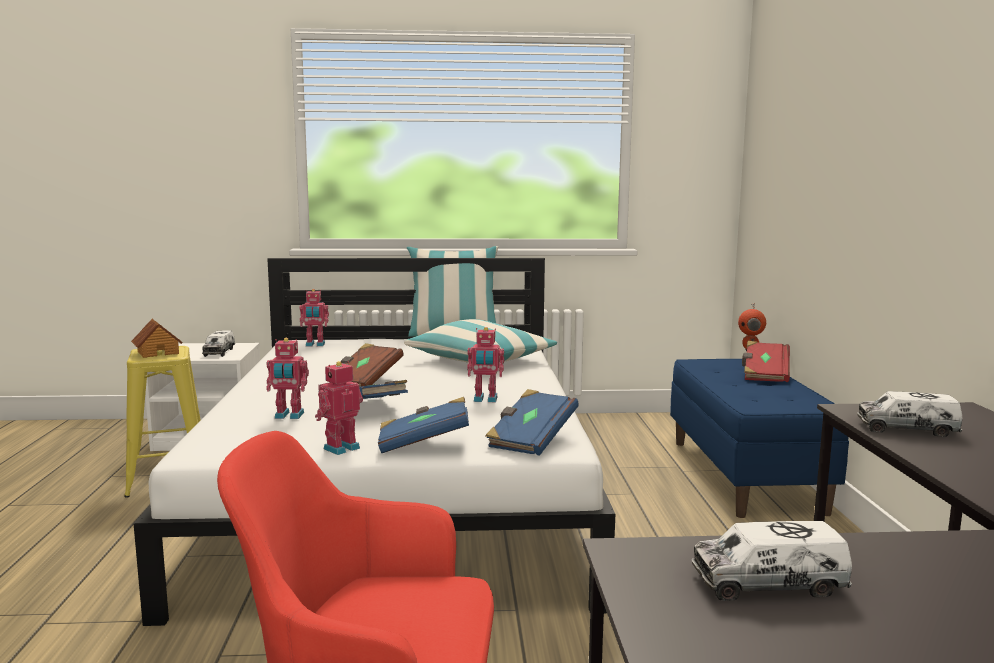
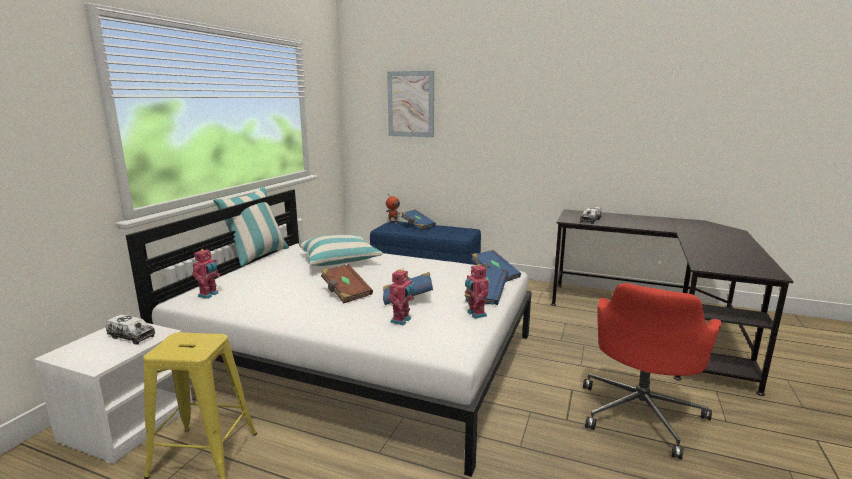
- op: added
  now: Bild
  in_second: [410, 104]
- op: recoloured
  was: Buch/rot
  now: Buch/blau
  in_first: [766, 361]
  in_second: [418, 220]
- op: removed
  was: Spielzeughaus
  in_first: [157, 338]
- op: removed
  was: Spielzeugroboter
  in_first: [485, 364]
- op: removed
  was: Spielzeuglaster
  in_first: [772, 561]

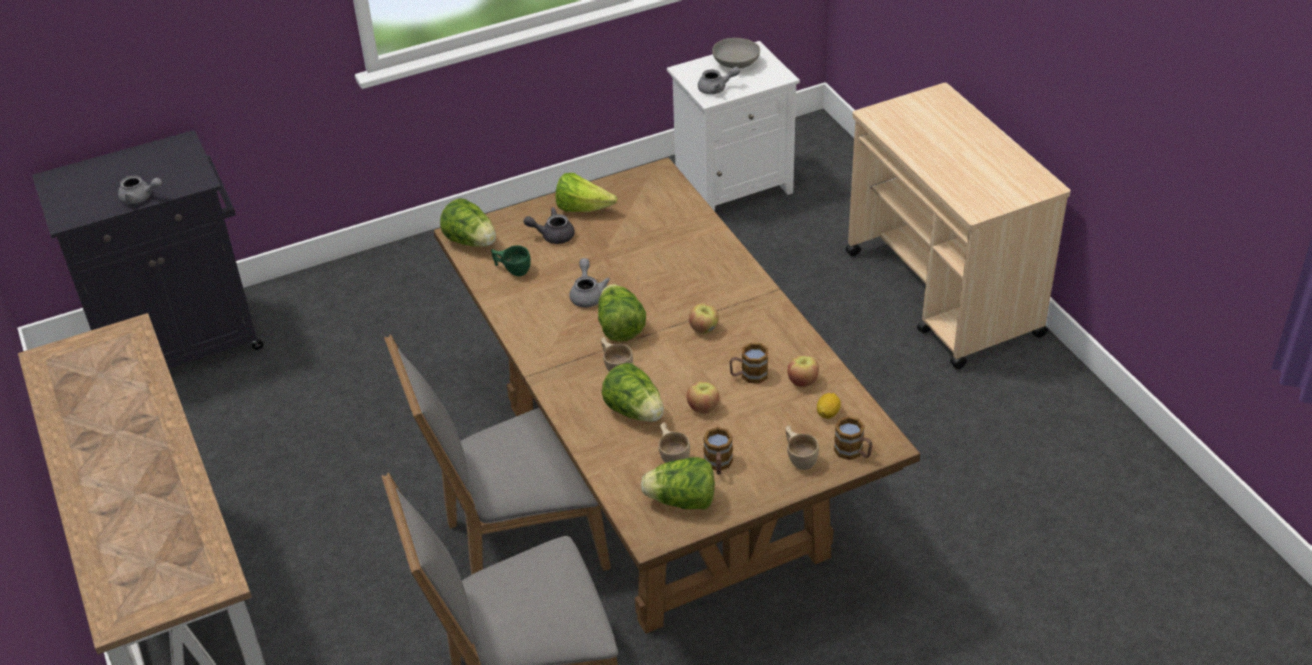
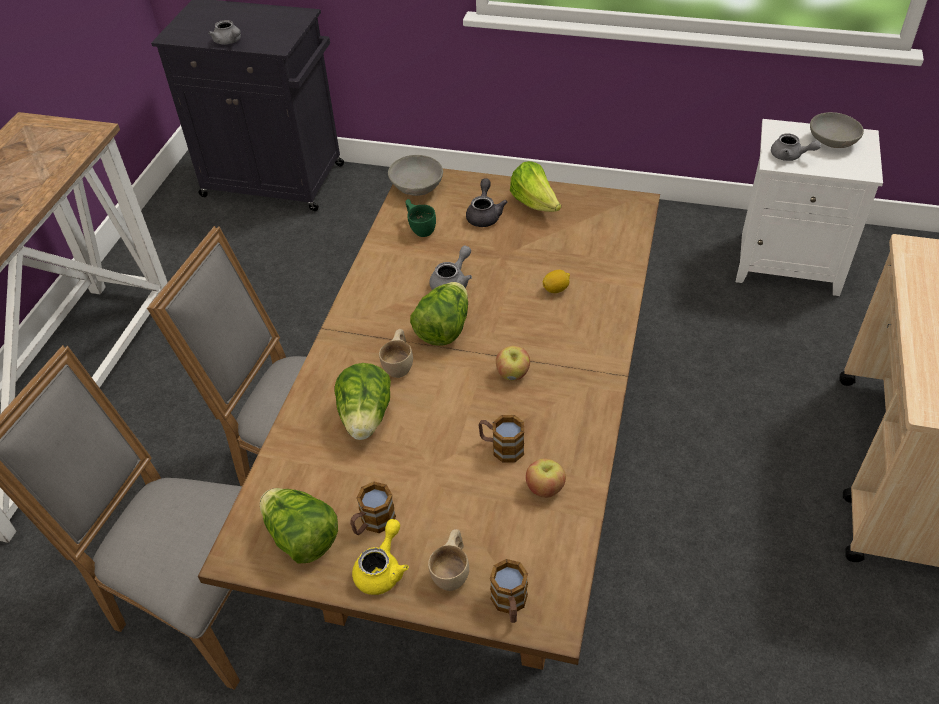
- op: added
  now: Teekanne/gelb
  in_second: [380, 557]
- op: replaced
  was: Salatkopf
  now: Schüssel/grau
  in_first: [468, 222]
  in_second: [415, 175]
- op: turned
  was: Teekanne/grau
  in_first: [549, 225]
  in_second: [486, 202]
  clockwise: 60
- op: moved
  was: Zitrone
  in_first: [829, 406]
  in_second: [556, 281]
- op: removed
  was: Tasse/beige
  in_first: [674, 443]
- op: removed
  was: Apfel
  in_first: [703, 397]

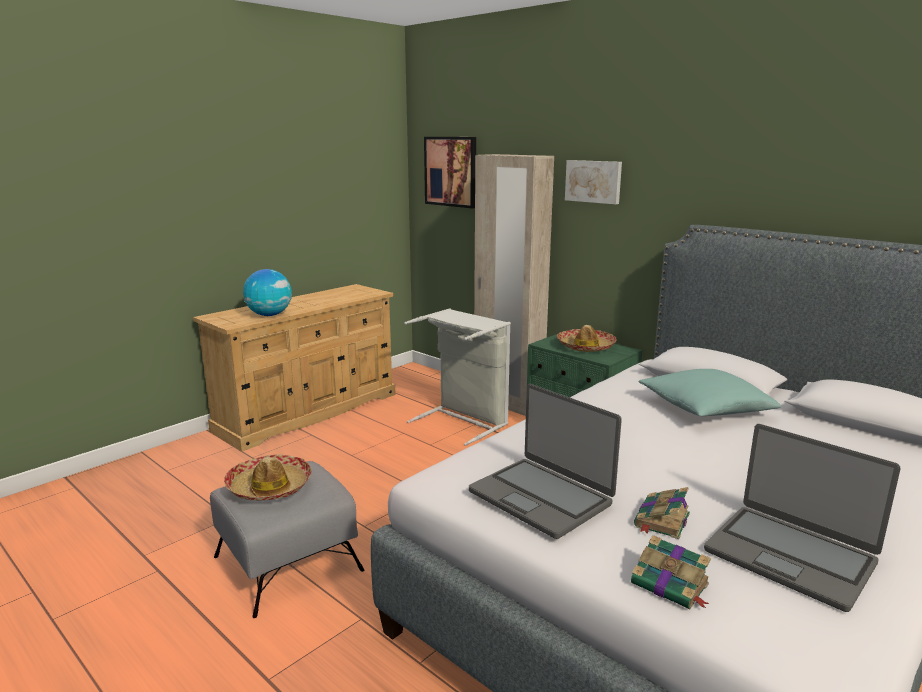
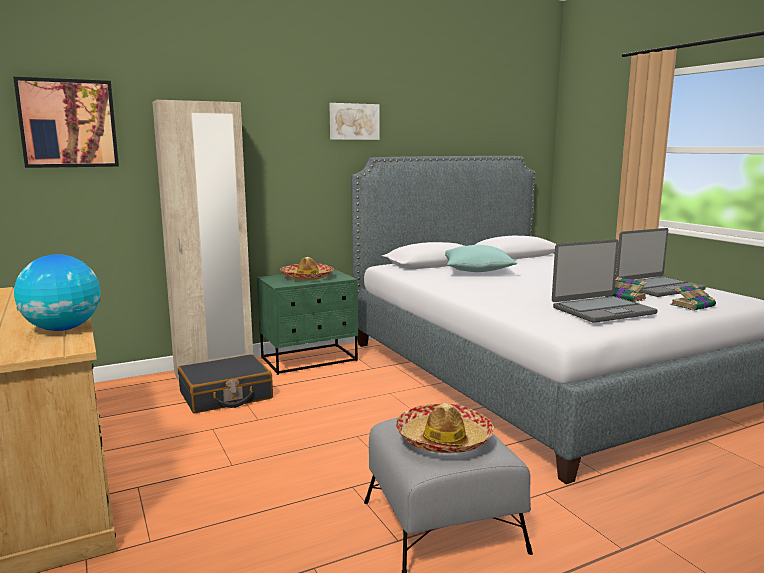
- op: replaced
  was: Wäschekorb/grau
  now: Koffer/schwarz
  in_first: [457, 377]
  in_second: [225, 383]
- op: moved
  was: Bild
  in_first: [593, 182]
  in_second: [354, 121]

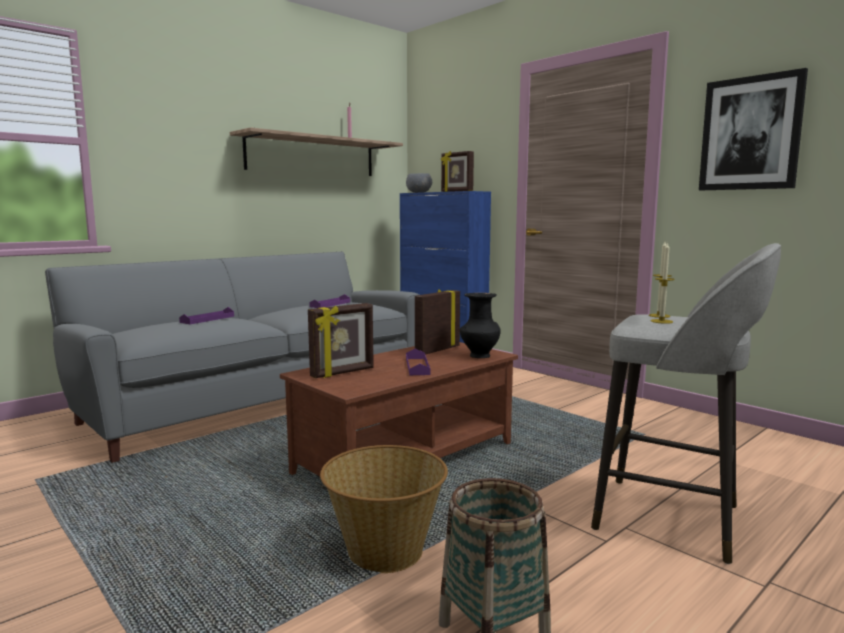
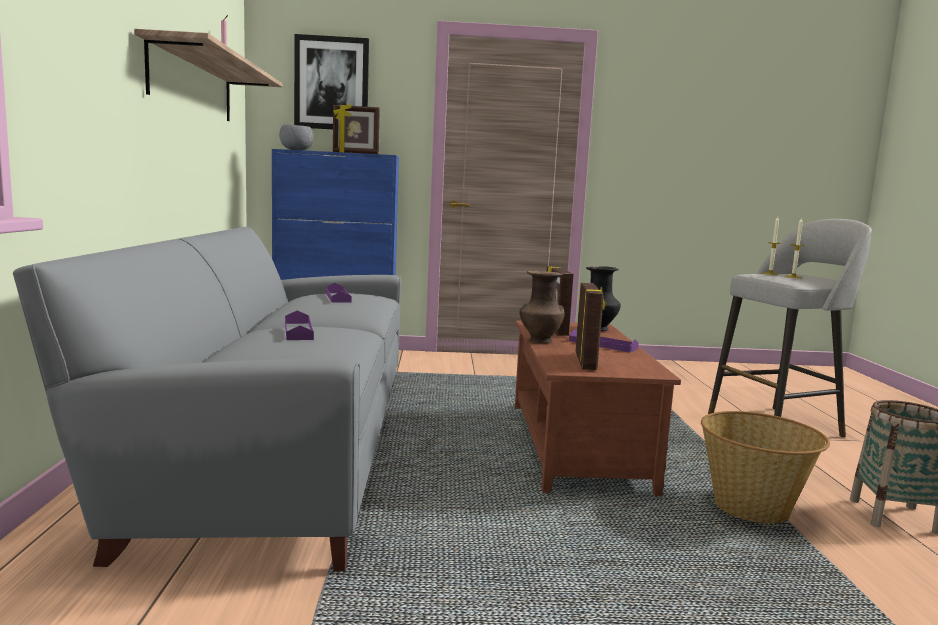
- op: moved
  was: Bild
  in_first: [753, 129]
  in_second: [331, 81]
- op: added
  now: Vase/braun
  in_second: [541, 307]

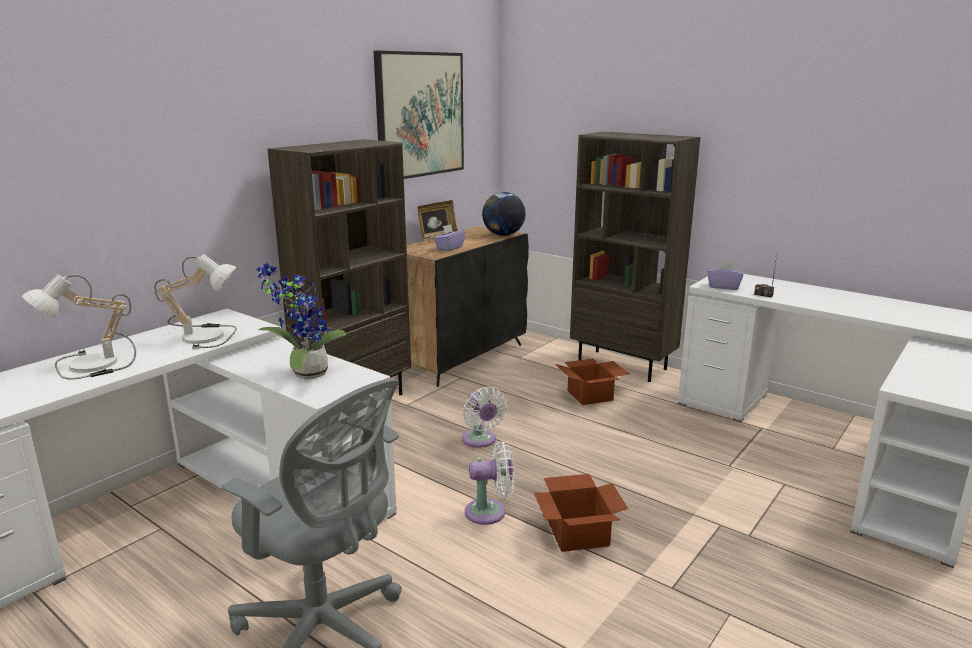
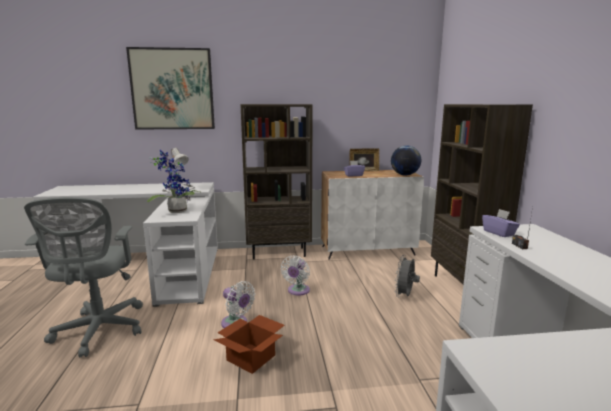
- op: moved
  was: Bild
  in_first: [419, 115]
  in_second: [170, 88]
- op: recoloured
  was: Schrank/schwarz
  now: Schrank/weiß
  in_first: [467, 306]
  in_second: [372, 215]
- op: replaced
  was: Karton
  now: Ventilator/grau
  in_first: [592, 382]
  in_second: [407, 276]
- op: removed
  was: Tischlampe
  in_first: [79, 327]

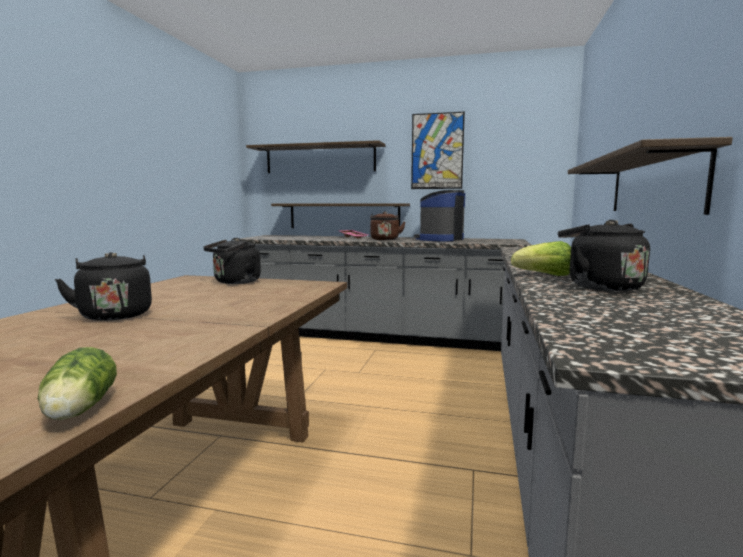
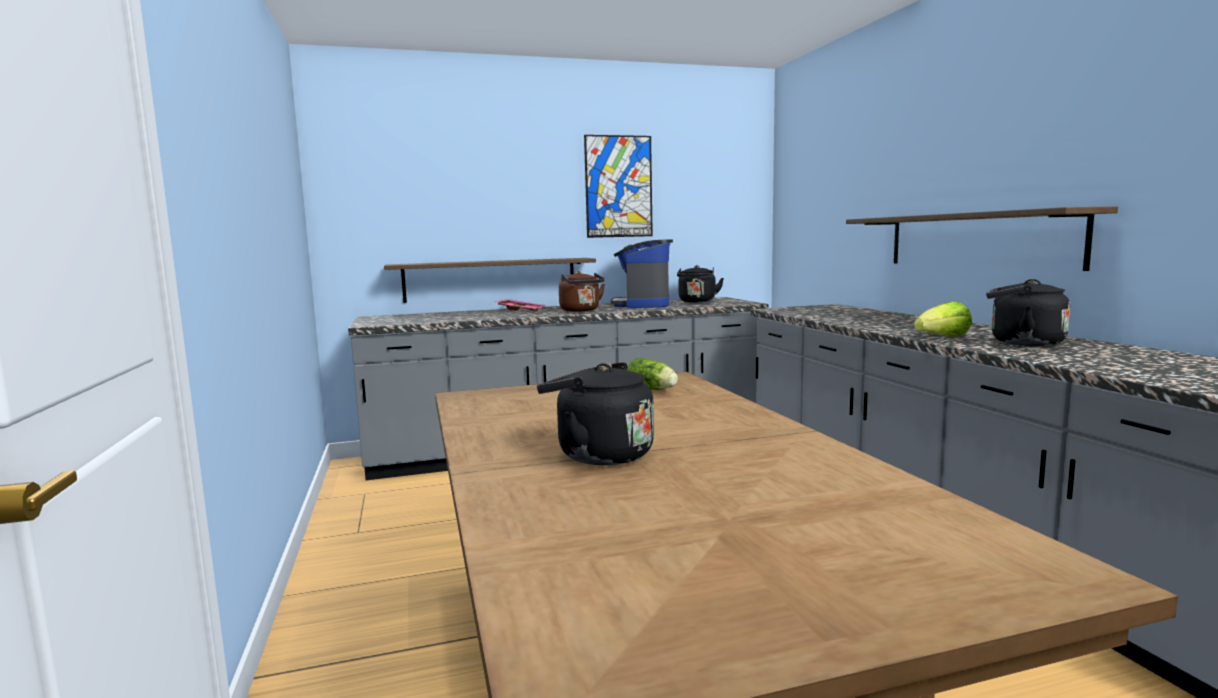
- op: moved
  was: Salatkopf
  in_first: [77, 383]
  in_second: [652, 374]
- op: moved
  was: Wasserkessel/schwarz
  in_first: [232, 261]
  in_second: [700, 283]
- op: removed
  was: Wandregal
  in_first: [315, 156]

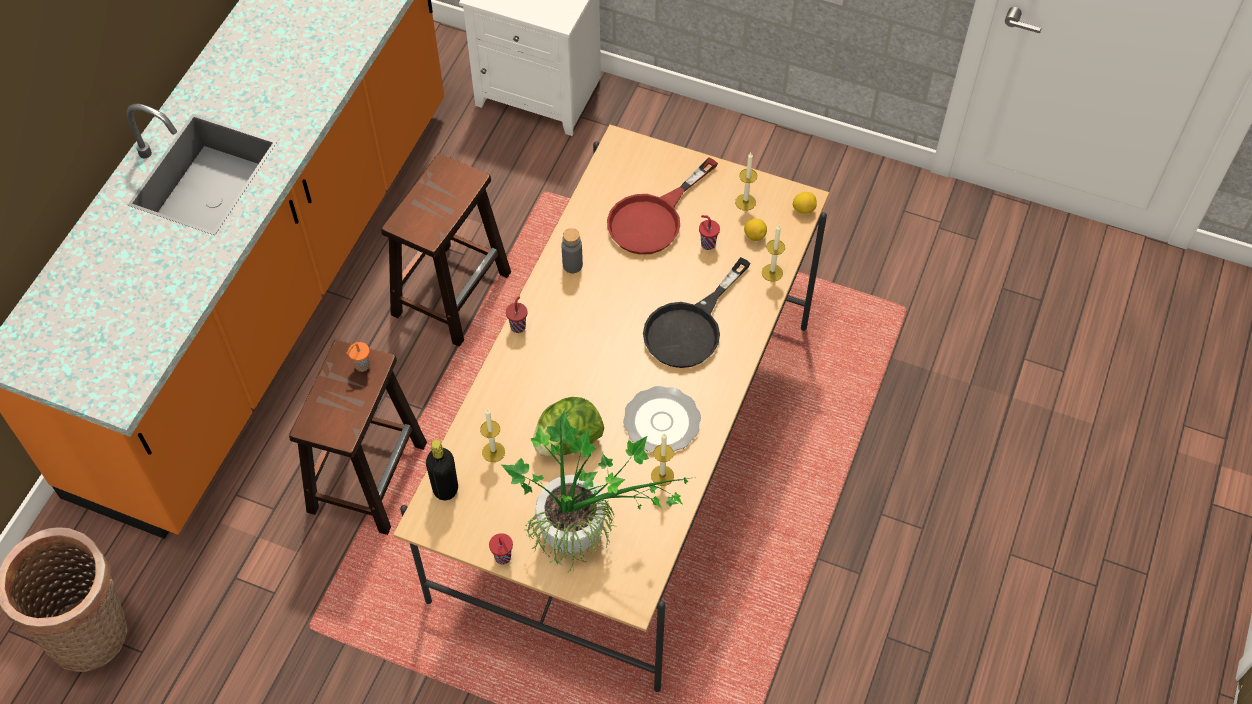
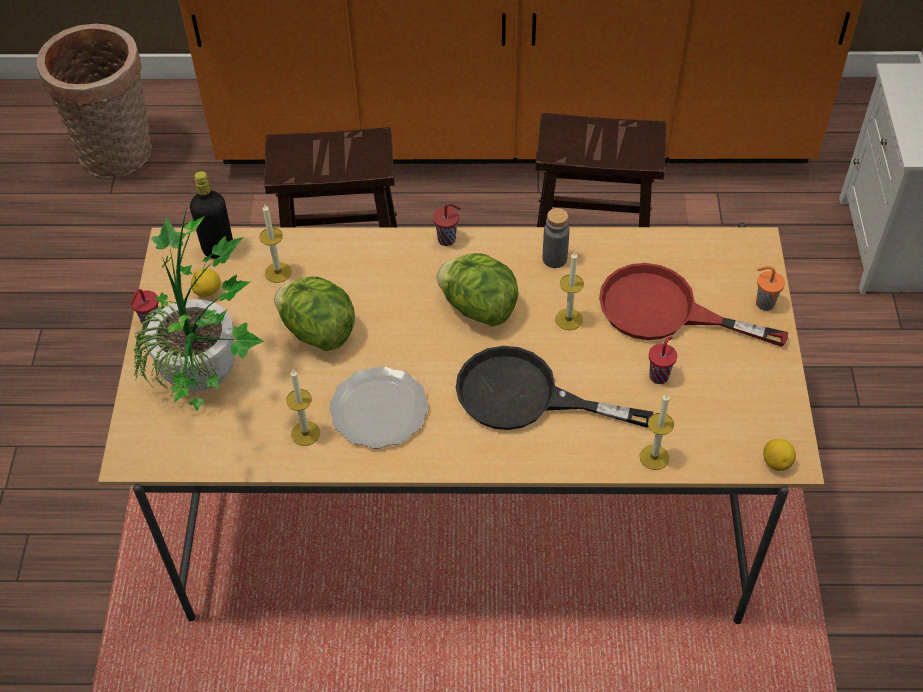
- op: moved
  was: Zitrone
  in_first: [755, 230]
  in_second: [206, 283]
- op: added
  now: Salatkopf
  in_second: [477, 290]
- op: moved
  was: Kerze
  in_first: [746, 182]
  in_second: [569, 290]
- op: moved
  was: Tasse/orange
  in_first: [358, 357]
  in_second: [770, 288]

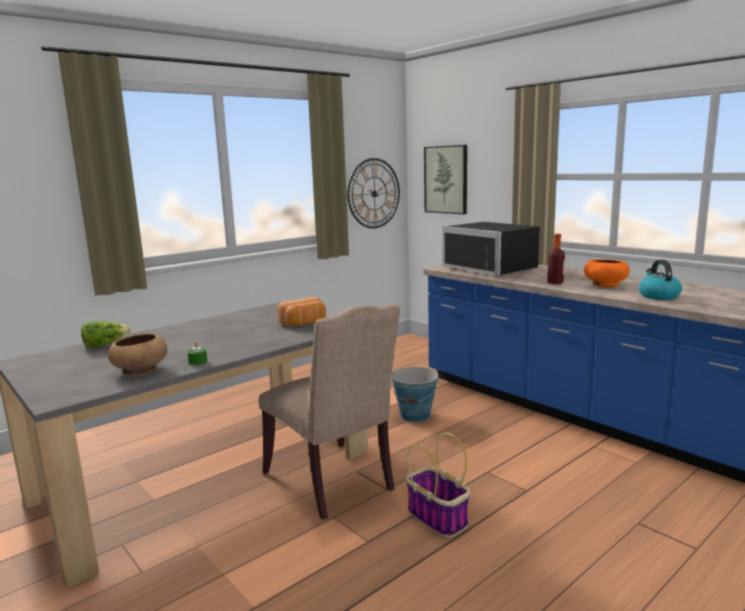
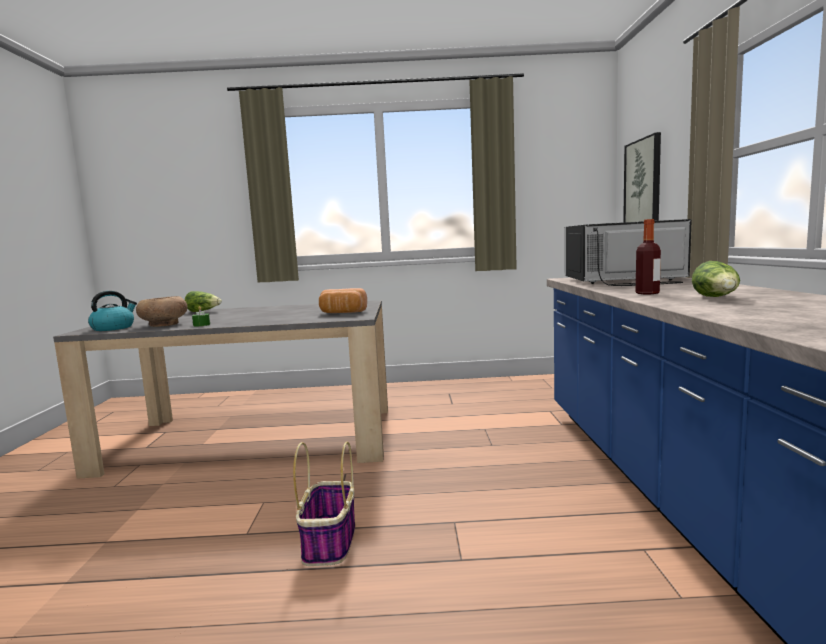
- op: moved
  was: Wasserkessel
  in_first: [660, 280]
  in_second: [112, 311]
- op: turned
  was: Mikrowelle/schwarz
  in_first: [491, 249]
  in_second: [628, 252]
  clockwise: 90
- op: replaced
  was: Schüssel/orange
  now: Salatkopf
  in_first: [607, 273]
  in_second: [716, 279]
- op: removed
  was: Stuhl/beige
  in_first: [329, 412]
- op: removed
  was: Wanduhr
  in_first: [373, 193]
- op: removed
  was: Eimer
  in_first: [415, 394]

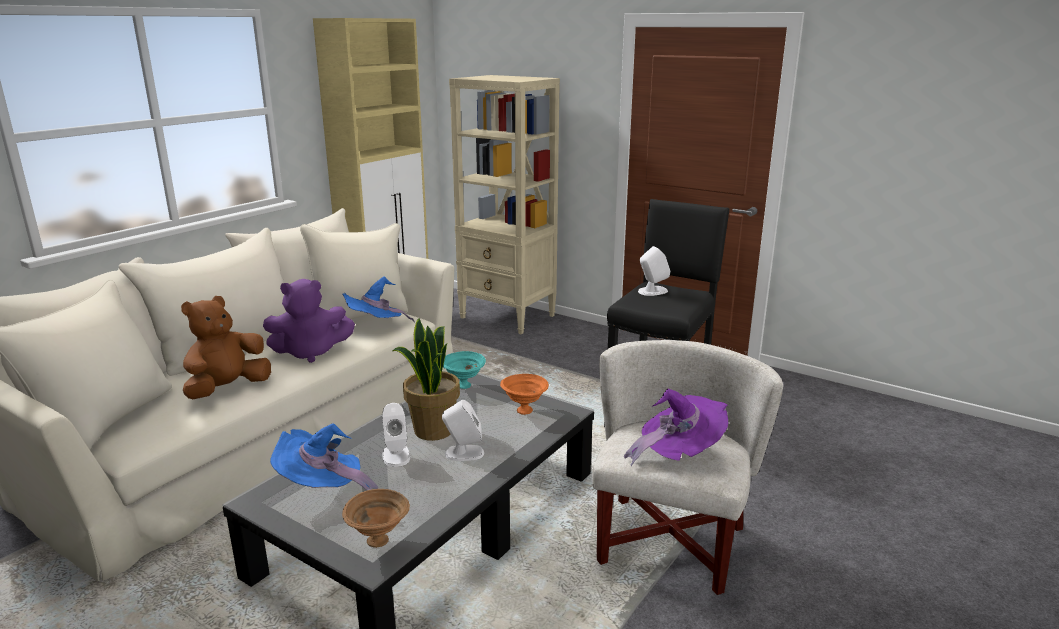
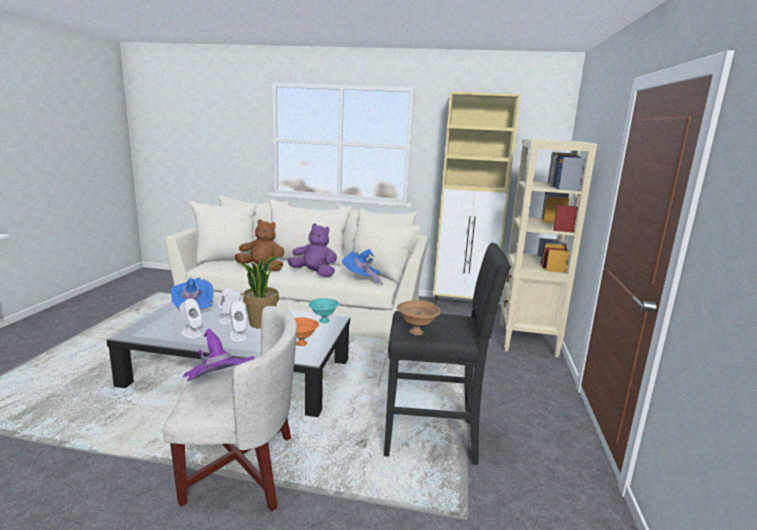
- op: moved
  was: Lautsprecher/weiß
  in_first: [654, 271]
  in_second: [191, 318]
- op: turned
  was: Plüschtier/lila
  in_first: [309, 321]
  in_second: [312, 250]
  clockwise: 150
- op: moved
  was: Schüssel/braun
  in_first: [376, 518]
  in_second: [419, 317]

